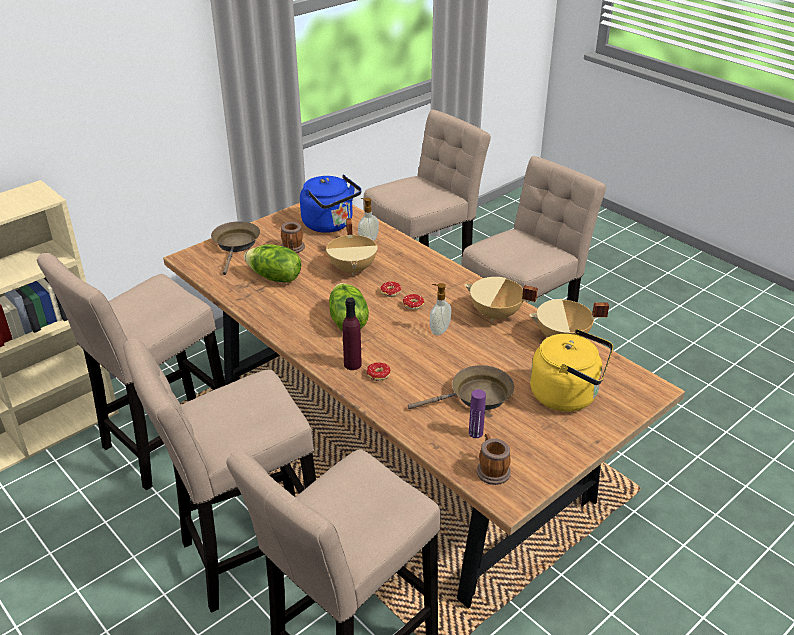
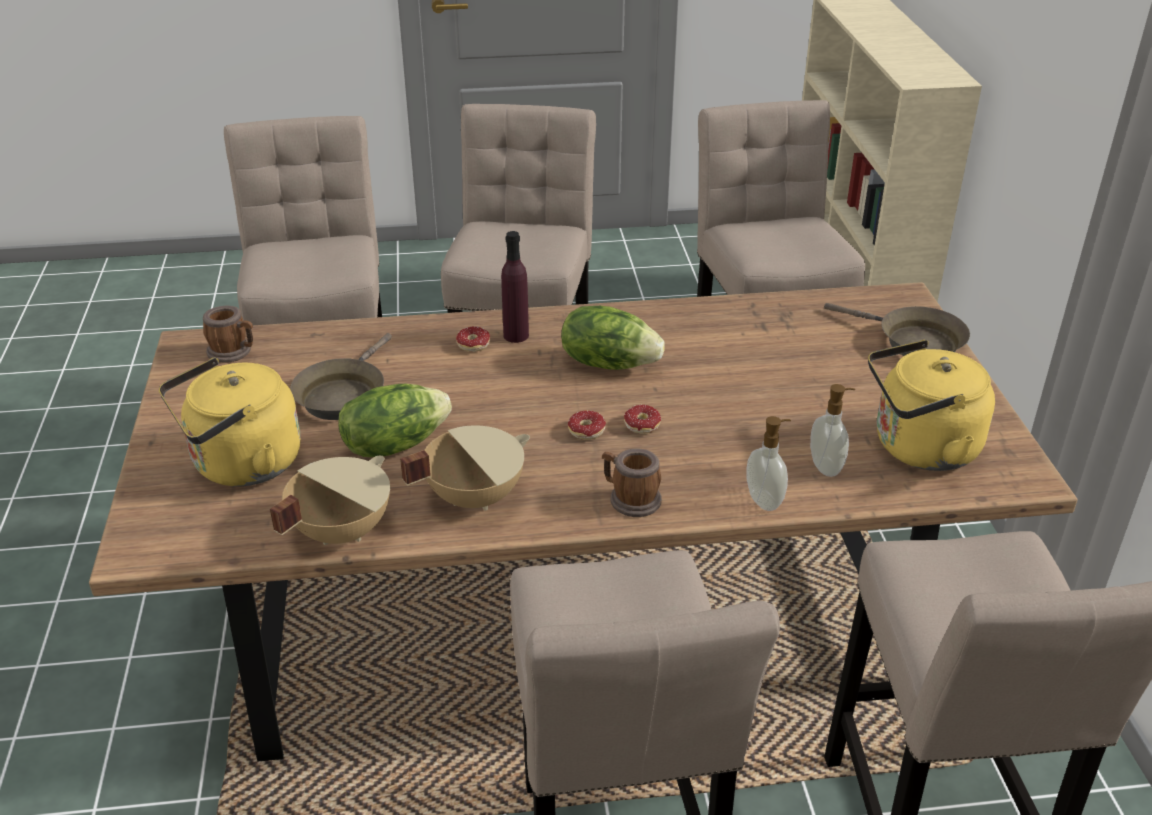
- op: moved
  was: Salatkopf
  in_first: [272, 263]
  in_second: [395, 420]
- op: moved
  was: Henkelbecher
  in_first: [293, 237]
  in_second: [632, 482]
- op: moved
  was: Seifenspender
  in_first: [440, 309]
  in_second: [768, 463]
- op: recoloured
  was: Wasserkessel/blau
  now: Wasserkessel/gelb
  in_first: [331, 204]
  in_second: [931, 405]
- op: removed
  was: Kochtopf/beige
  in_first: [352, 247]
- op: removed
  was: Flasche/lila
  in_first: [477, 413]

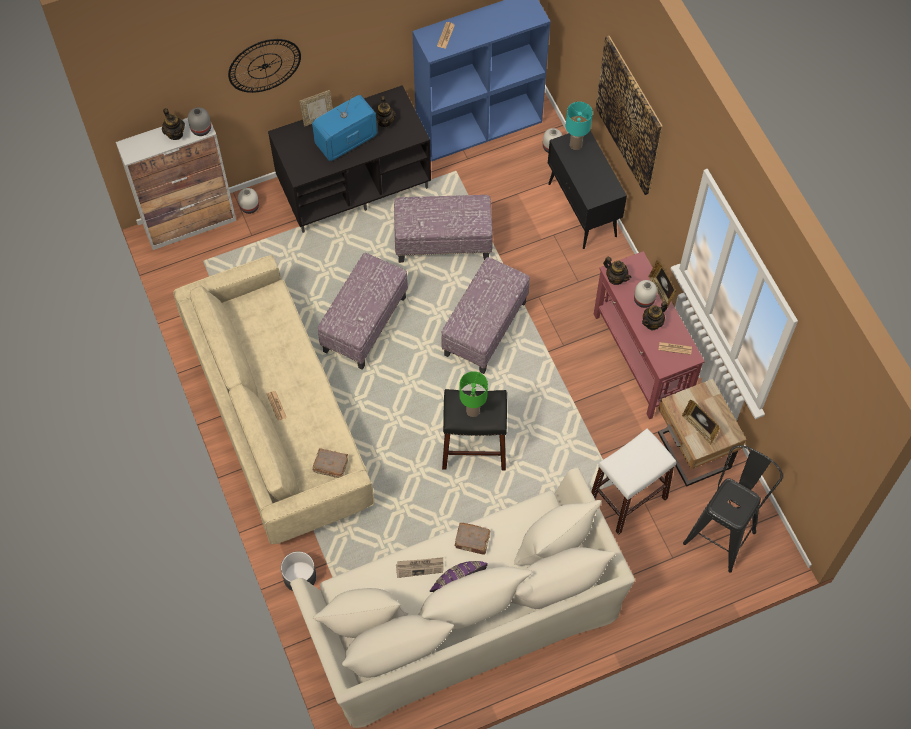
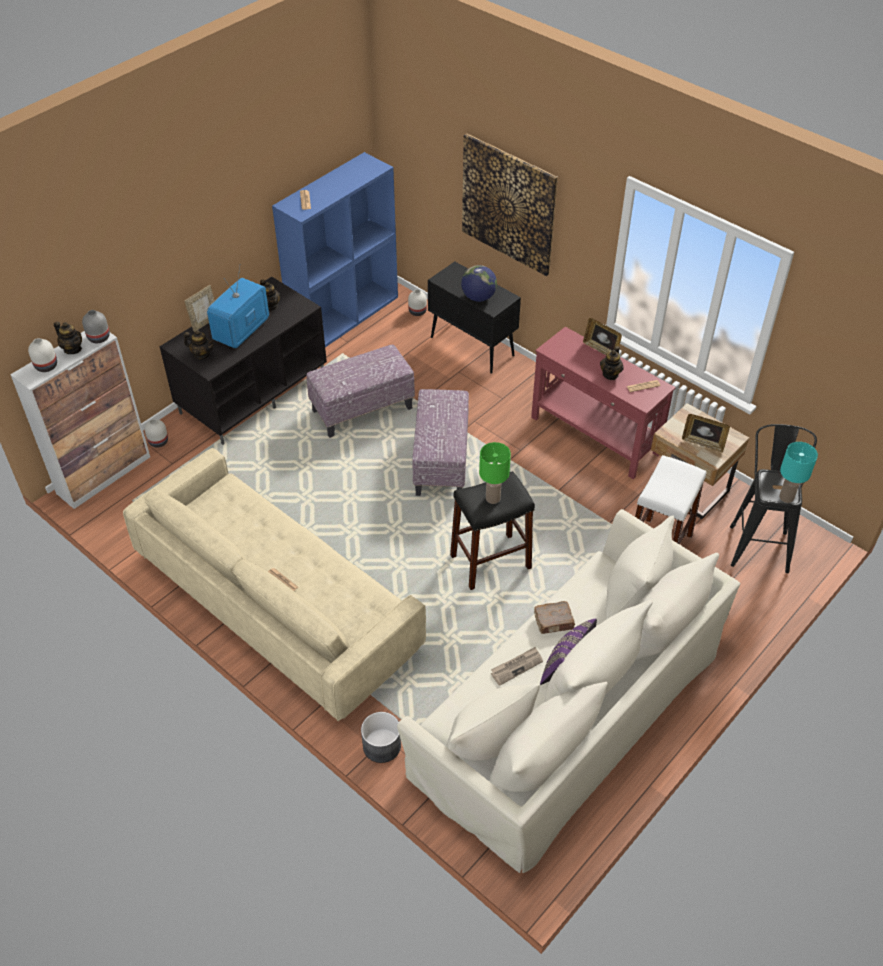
- op: moved
  was: Vase/weiß
  in_first: [645, 294]
  in_second: [42, 355]
- op: moved
  was: Teekanne
  in_first: [617, 271]
  in_second: [199, 345]
- op: added
  now: Globus
  in_second: [479, 283]
- op: moved
  was: Tischlampe/türkis
  in_first: [579, 126]
  in_second: [798, 472]
- op: removed
  was: Wanduhr
  in_first: [264, 66]
- op: removed
  was: Buch/braun
  in_first: [330, 463]
- op: removed
  was: Polsterhocker
  in_first: [363, 311]

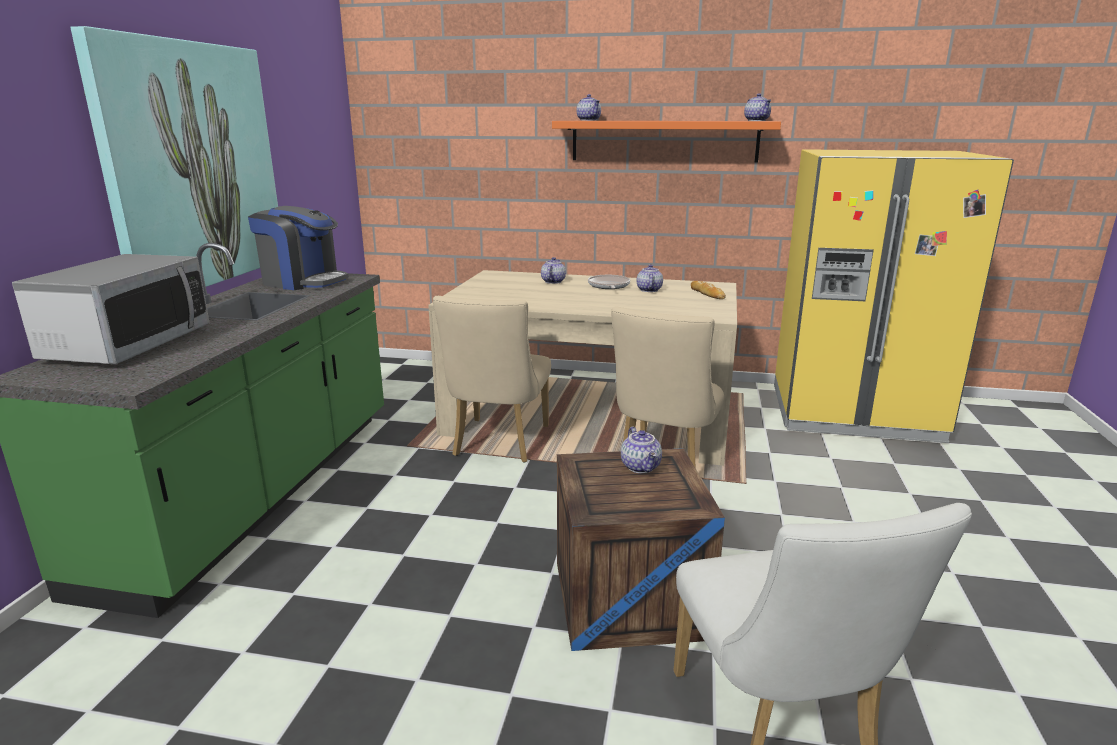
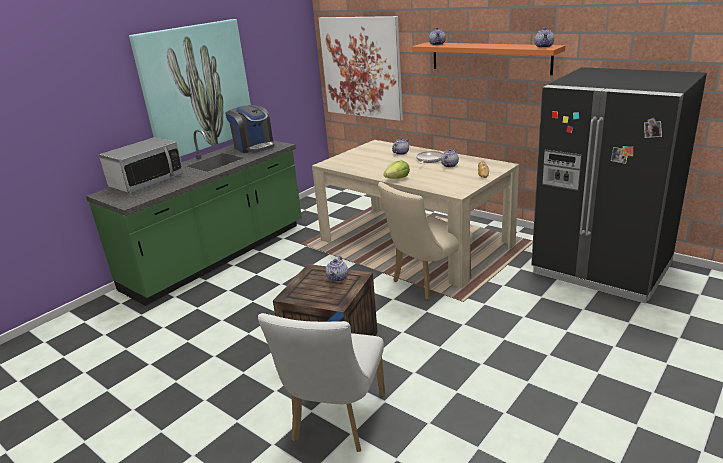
- op: added
  now: Bild
  in_second: [360, 68]
- op: added
  now: Salatkopf
  in_second: [397, 169]
- op: recoloured
  was: Kühlschrank/gelb
  now: Kühlschrank/schwarz
  in_first: [894, 296]
  in_second: [619, 185]
- op: removed
  was: Stuhl/beige
  in_first: [492, 379]

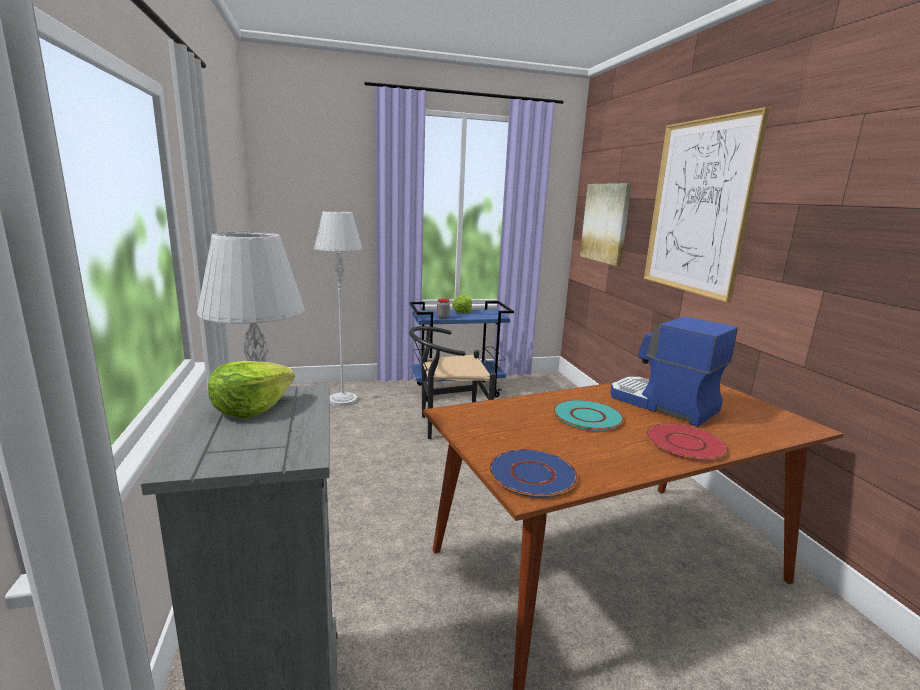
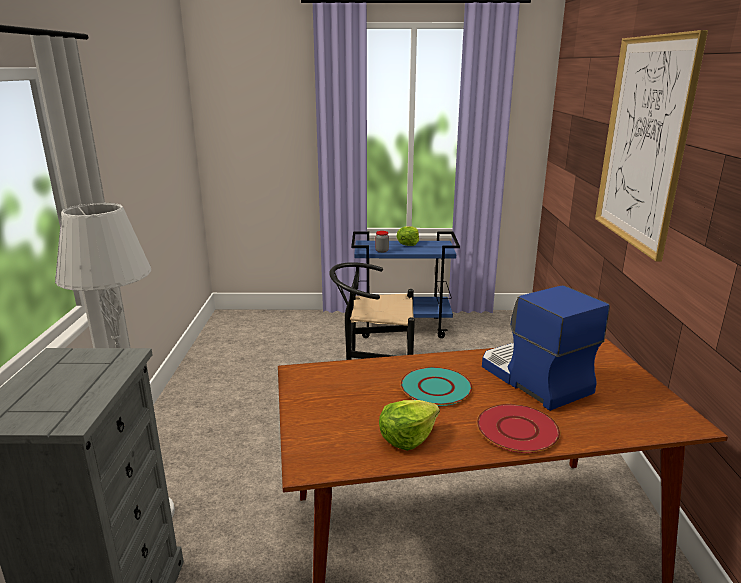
- op: moved
  was: Salatkopf
  in_first: [251, 390]
  in_second: [409, 425]
- op: removed
  was: Stehlampe/grau
  in_first: [338, 308]
- op: removed
  was: Teller/blau
  in_first: [533, 473]
- op: removed
  was: Bild
  in_first: [606, 224]

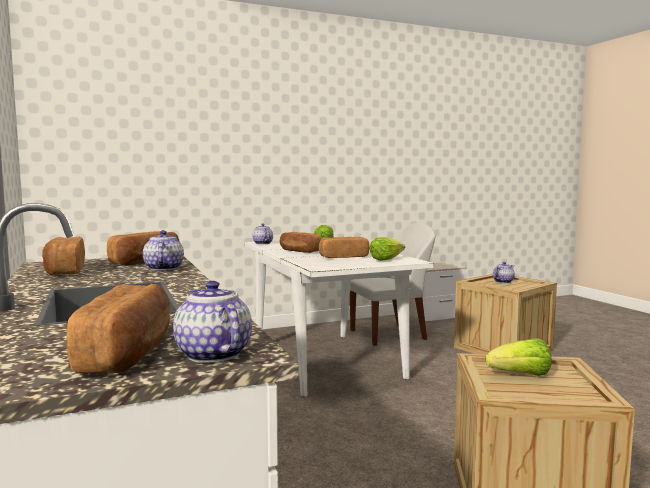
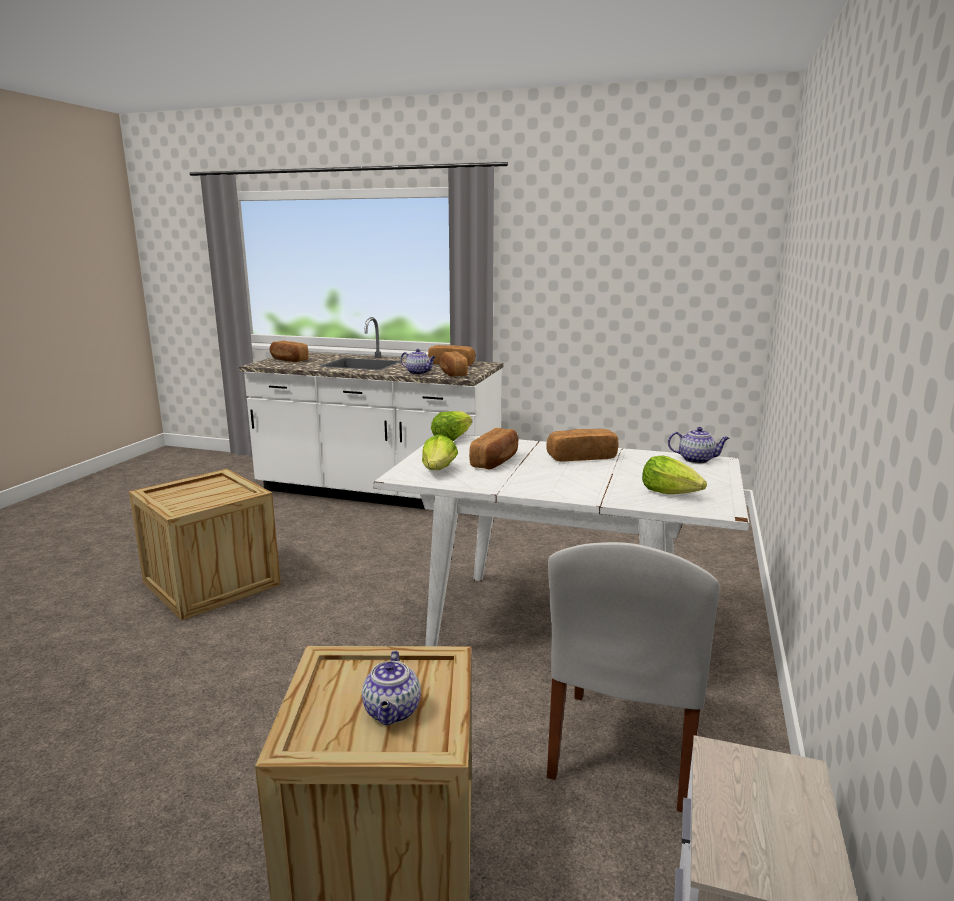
- op: moved
  was: Salatkopf
  in_first: [519, 357]
  in_second: [451, 426]
- op: removed
  was: Teekanne
  in_first: [212, 322]

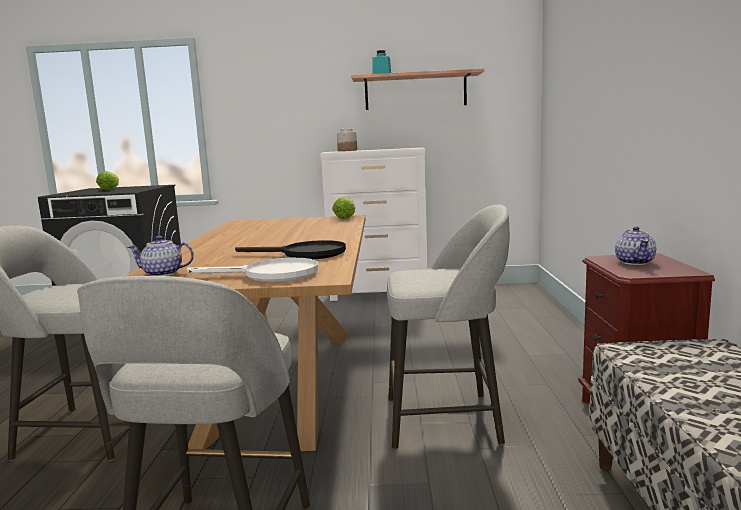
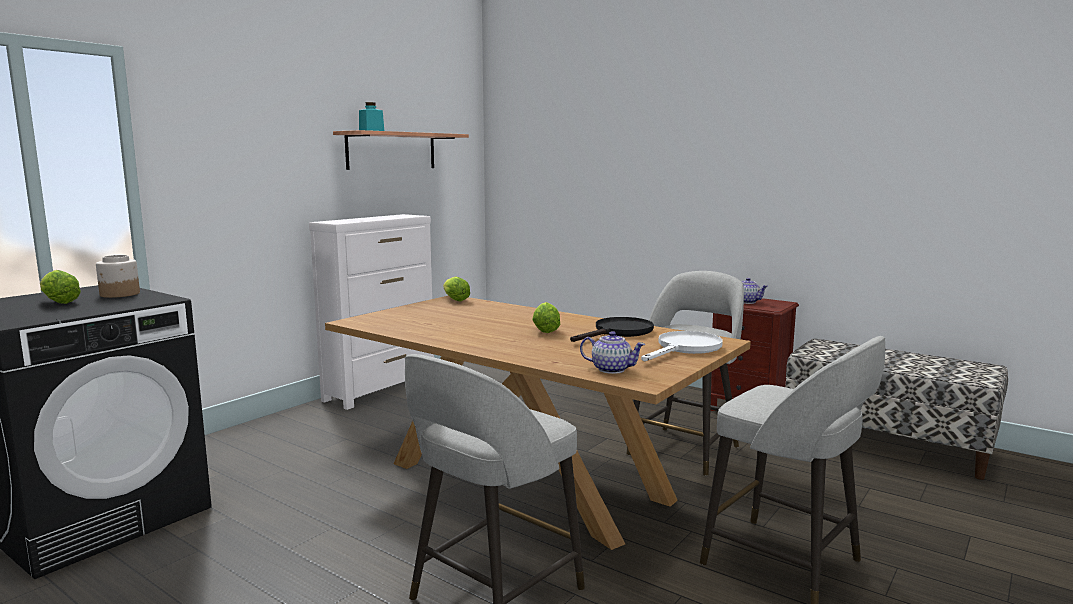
- op: moved
  was: Vorratsglas
  in_first: [347, 140]
  in_second: [118, 276]
- op: added
  now: Salatkopf
  in_second: [546, 317]
- op: turned
  was: Teekanne
  in_first: [161, 256]
  in_second: [612, 352]
  clockwise: -105

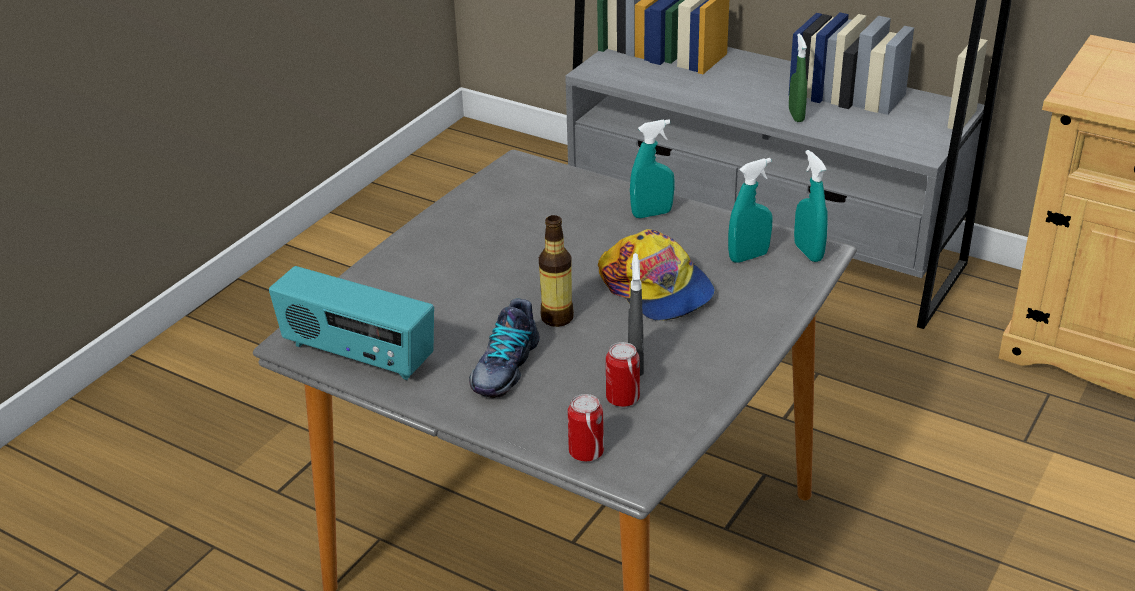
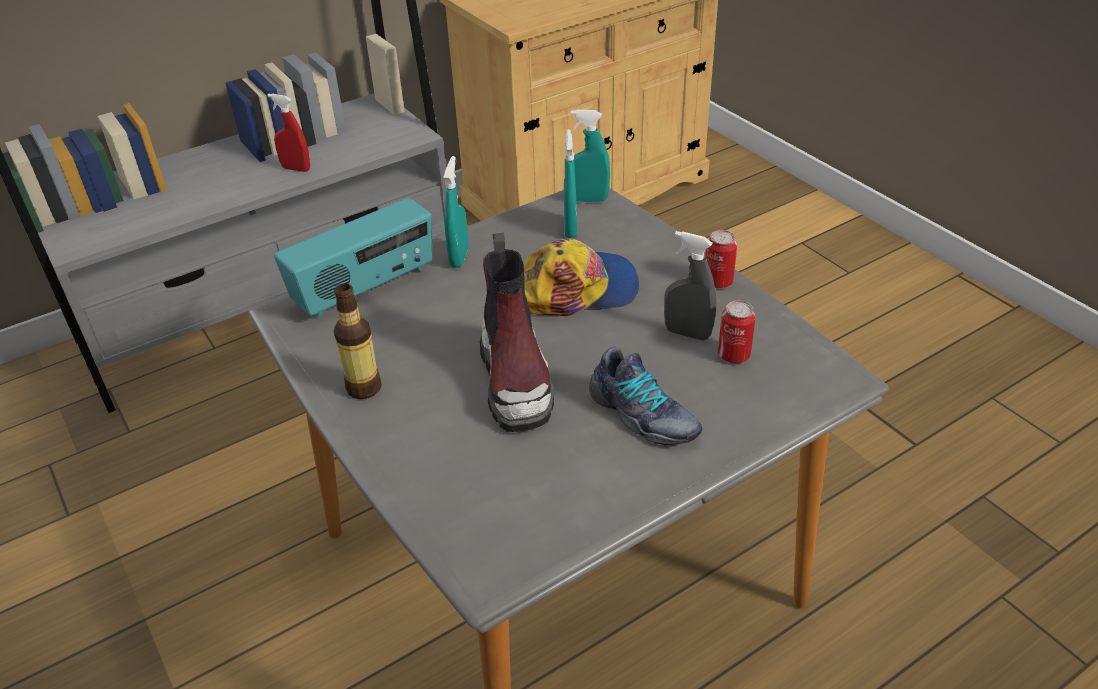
- op: recoloured
  was: Sprühflasche/grün
  now: Sprühflasche/rot
  in_first: [798, 78]
  in_second: [288, 133]
- op: moved
  was: Radio
  in_first: [351, 323]
  in_second: [353, 258]
- op: moved
  was: Flasche
  in_first: [556, 271]
  in_second: [357, 341]
- op: added
  now: Stiefel
  in_second: [517, 332]
- op: moved
  was: Dose
  in_first: [586, 427]
  in_second: [721, 259]

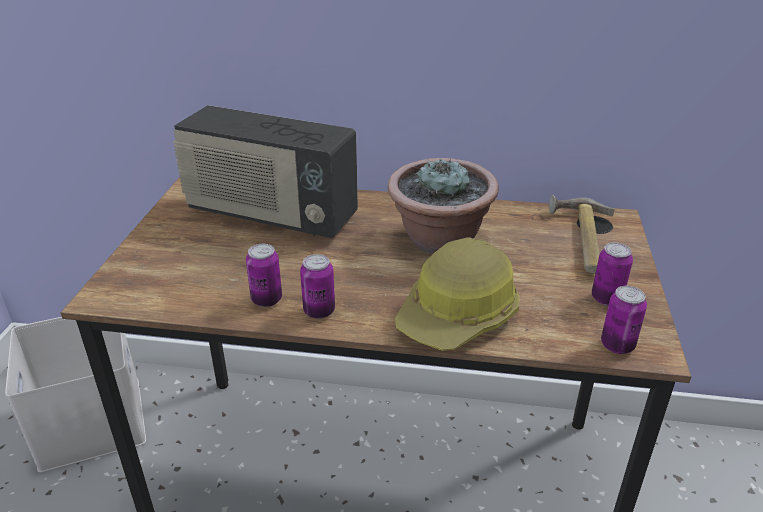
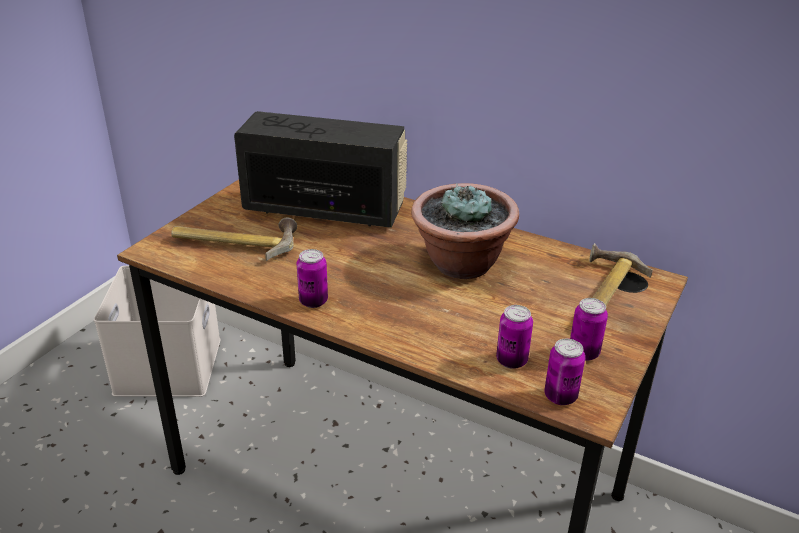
- op: added
  now: Hammer
  in_second: [234, 239]
- op: turned
  was: Radio
  in_first: [265, 171]
  in_second: [320, 169]
  clockwise: 150
- op: moved
  was: Dose
  in_first: [264, 275]
  in_second: [514, 337]
- op: removed
  was: Schutzhelm
  in_first: [457, 294]

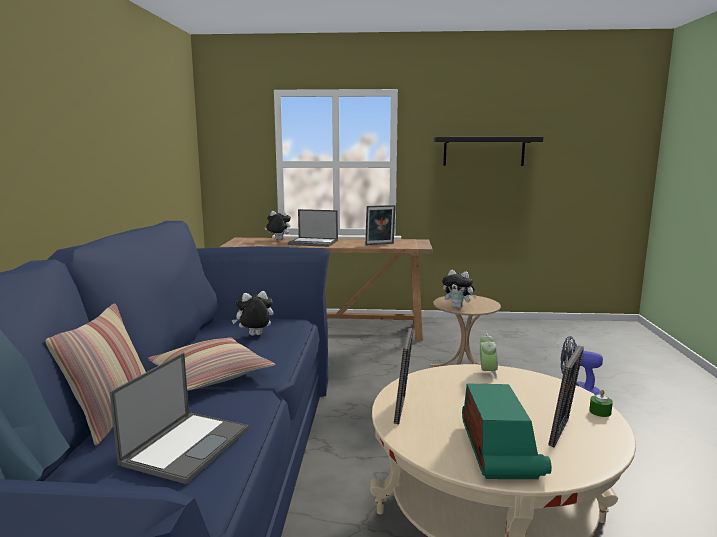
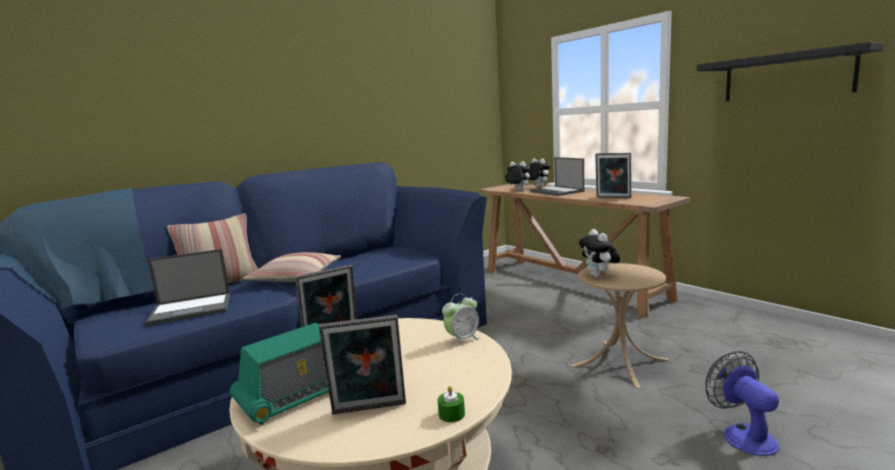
- op: moved
  was: Plüschtier
  in_first: [253, 313]
  in_second: [517, 176]

